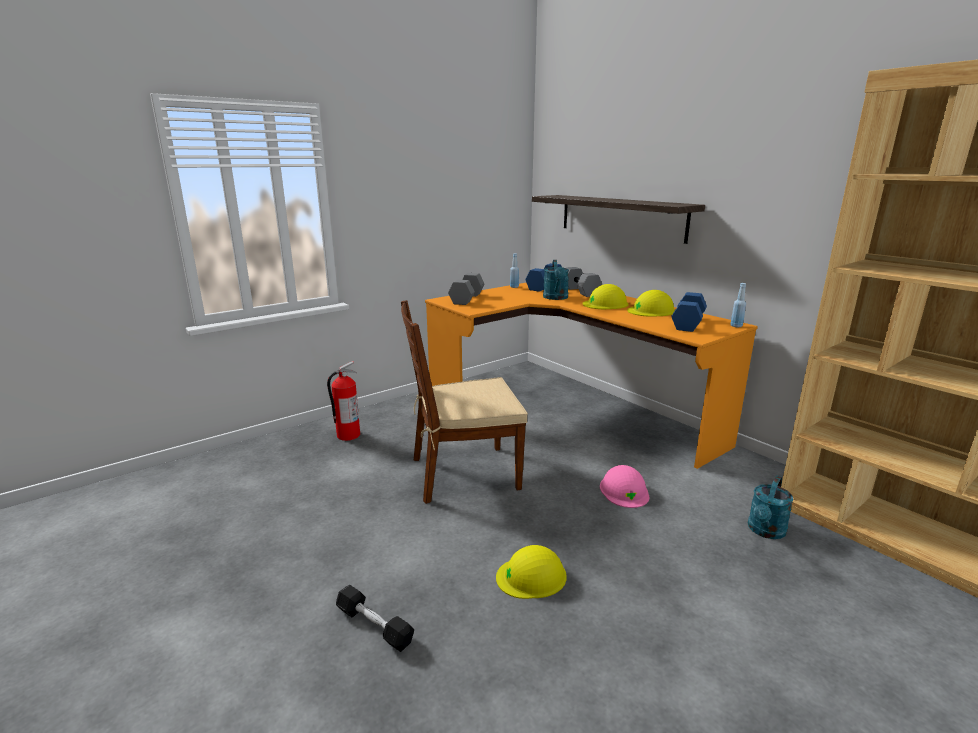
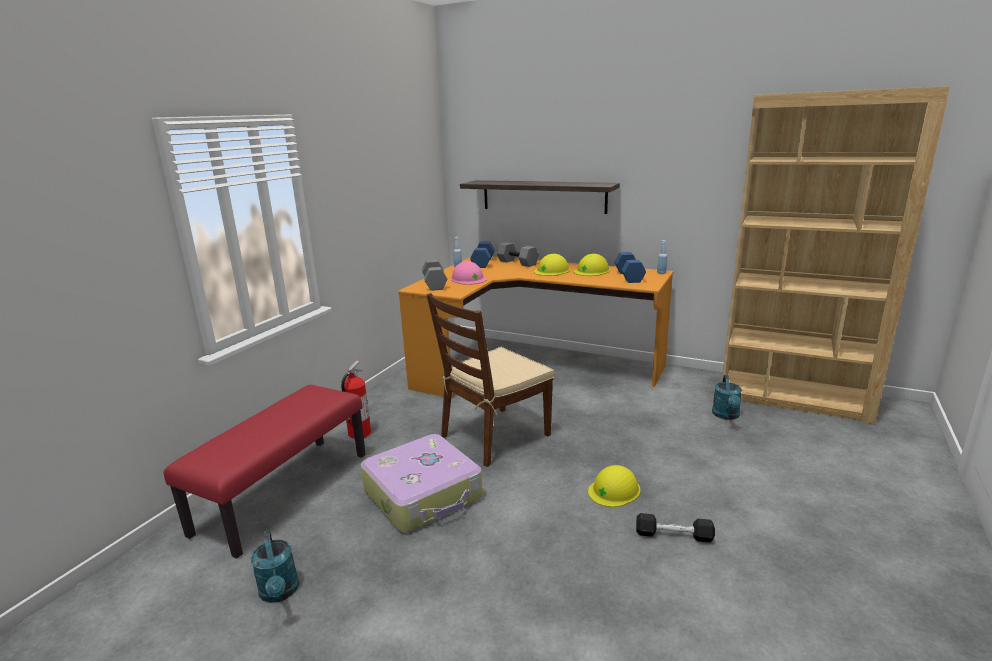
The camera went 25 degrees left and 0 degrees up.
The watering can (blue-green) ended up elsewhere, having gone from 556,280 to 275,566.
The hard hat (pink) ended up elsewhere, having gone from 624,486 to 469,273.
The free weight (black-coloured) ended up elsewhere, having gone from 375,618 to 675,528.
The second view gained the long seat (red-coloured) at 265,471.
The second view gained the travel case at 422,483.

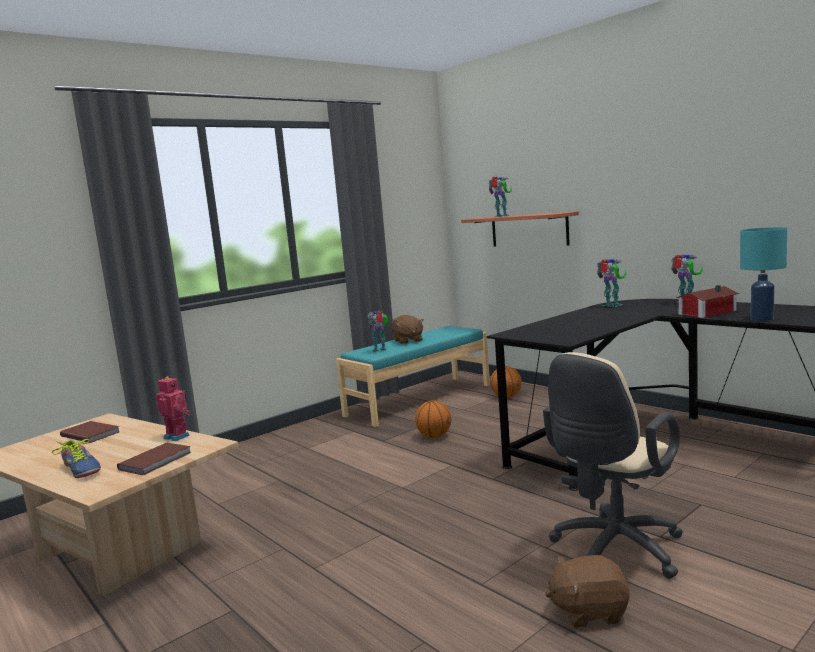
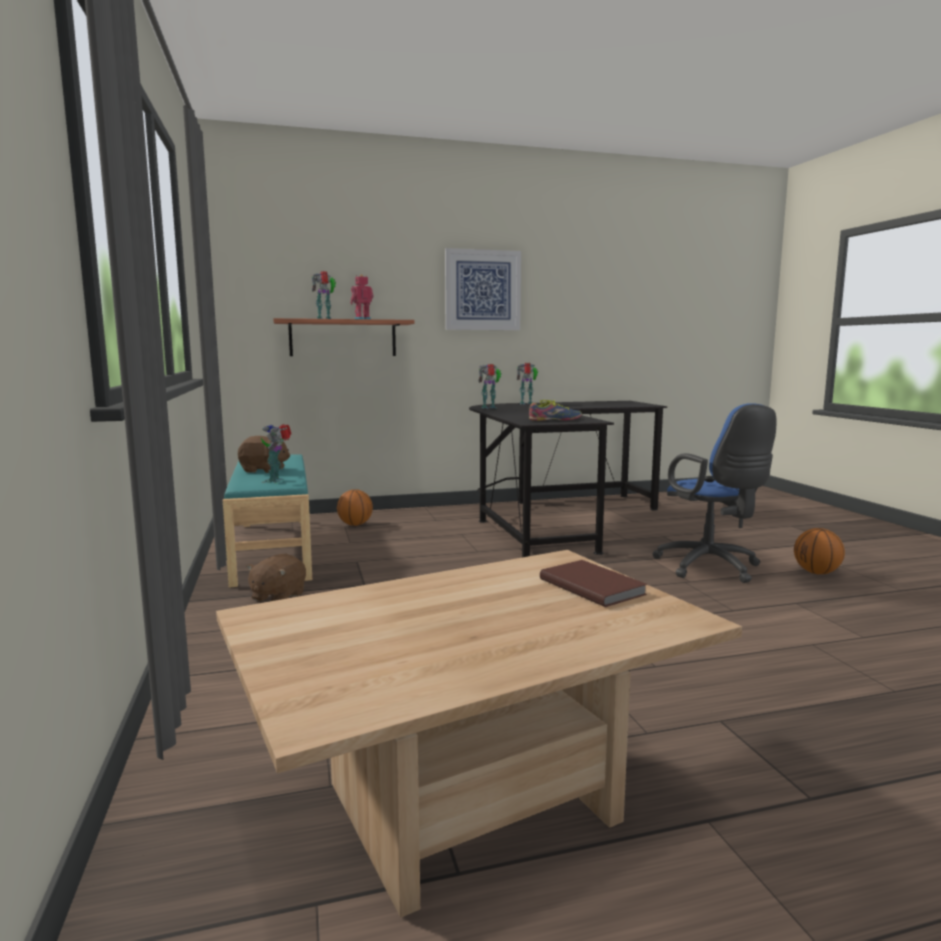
The camera went 65 degrees left and 0 degrees up.
The second view lost the lamp for a table (blue-green) at 763,274.
The second view lost the toy house at 708,301.
What was the office chair (sand-coloured) at 613,465 turned into the office chair (blue-coloured) at 714,493.
The robot figure ended up elsewhere, having gone from 173,408 to 362,296.
The ball for basketball ended up elsewhere, having gone from 433,419 to 819,551.
The second view lost the book (brownish) at 89,432.
The low shoe ended up elsewhere, having gone from 76,458 to 555,410.
The plush toy (brownish) ended up elsewhere, having gone from 587,591 to 276,578.
The second view gained the wall art at 483,289.

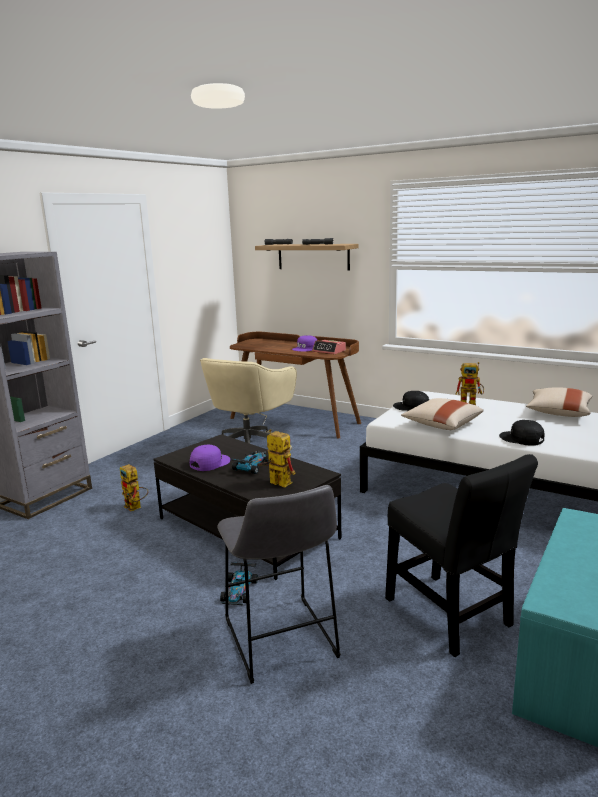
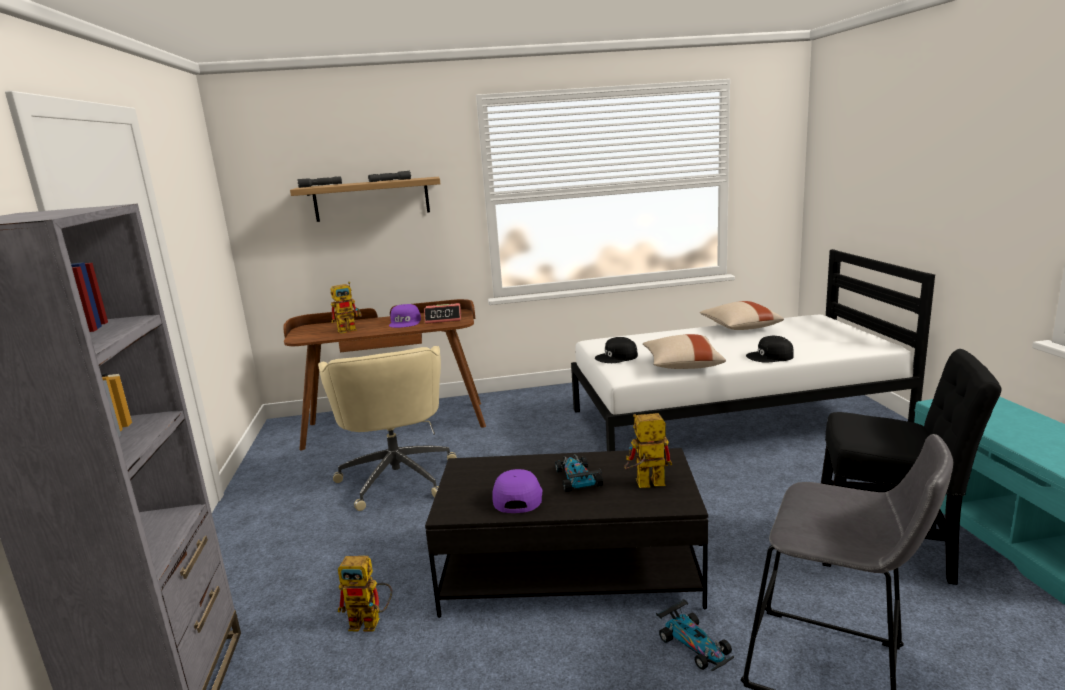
The camera went 40 degrees left and 0 degrees up.
The robot figure ended up elsewhere, having gone from 470,383 to 346,308.

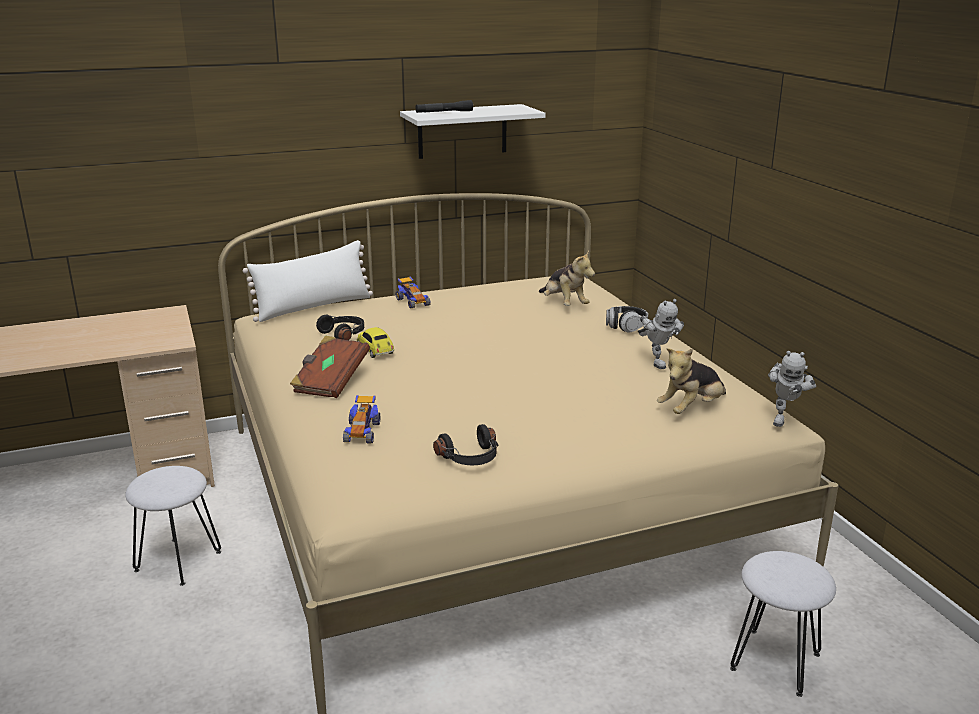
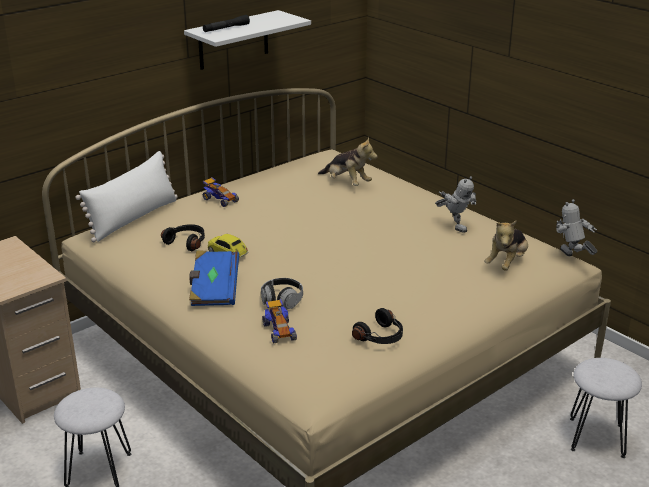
The camera went 20 degrees left and 5 degrees up.
The headphones ended up elsewhere, having gone from 627,319 to 282,293.
What was the book (brownish) at 330,367 turned into the book (blue-coloured) at 214,278.
The robot figure at 792,389 ended up facing another way, 150 degrees clockwise from before.

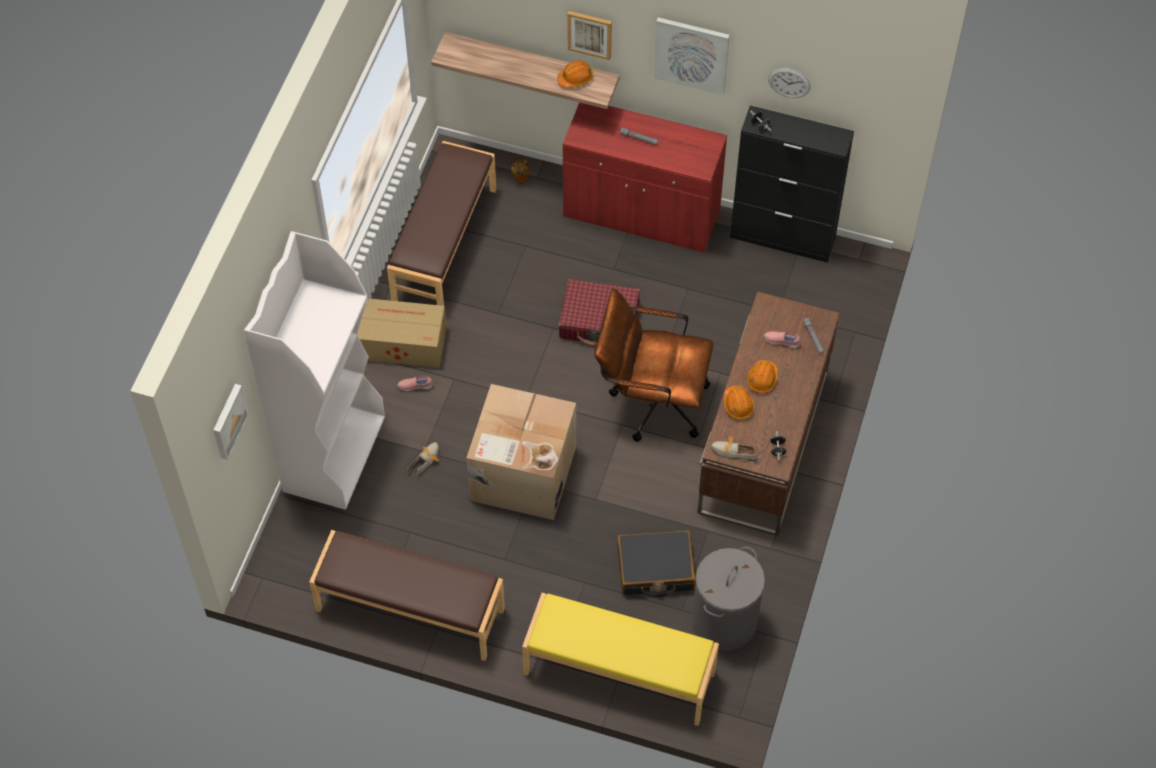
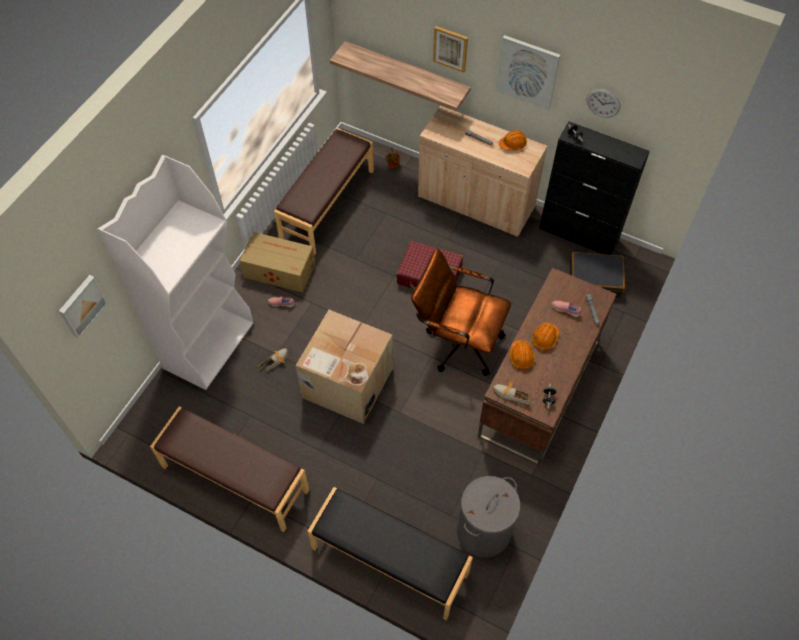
The camera went 10 degrees right and 0 degrees up.
The hard hat (orange-coloured) ended up elsewhere, having gone from 575,74 to 513,140.
What was the cabinet (red-coloured) at 645,177 turned into the cabinet (sand-coloured) at 482,171.
The travel case (black-coloured) ended up elsewhere, having gone from 656,563 to 597,275.
What was the long seat (yellowish) at 620,659 turned into the long seat (black-coloured) at 390,553.

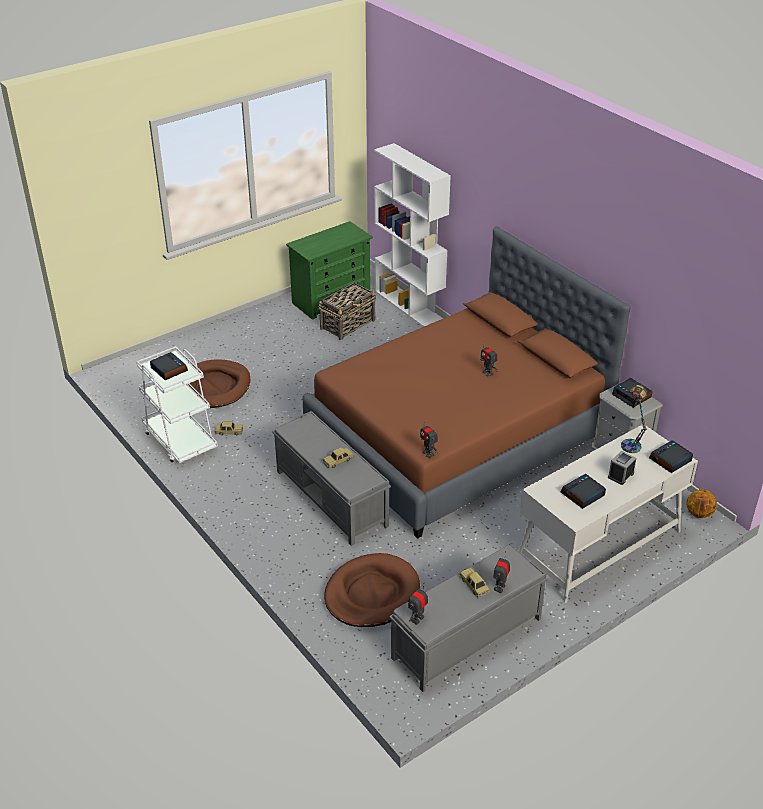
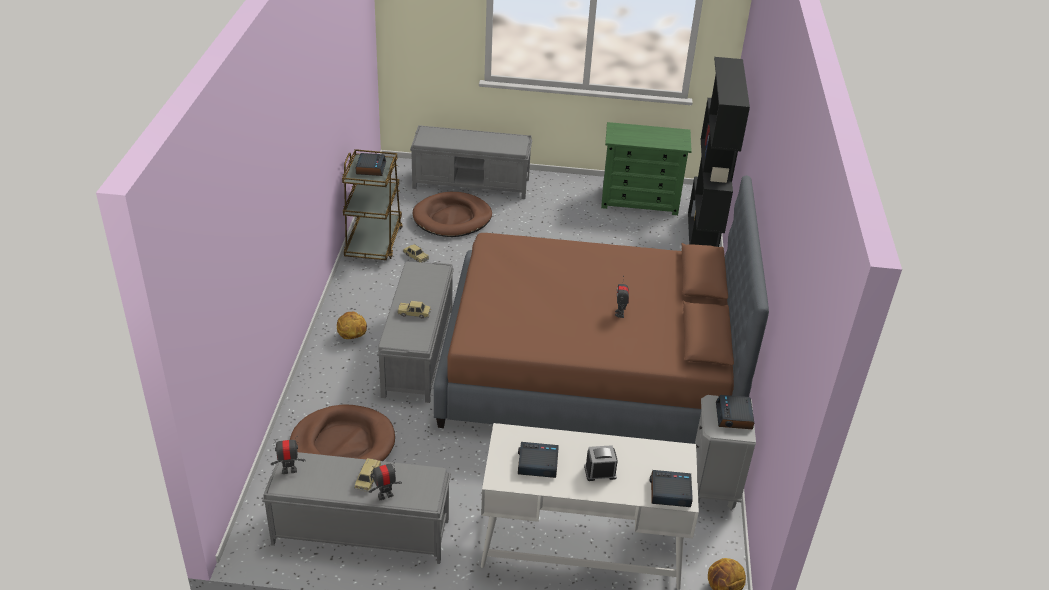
The camera went 40 degrees right and 0 degrees up.
What was the bookcase (white) at 412,235 turned into the bookcase (black-coloured) at 719,152.
The second view lost the household basket at 347,311.
What was the wheeled cart (white) at 177,404 turned into the wheeled cart (brownish) at 372,204.
The second view lost the lamp for a table at 634,419.
The second view lost the robot figure at 429,438.
The second view gained the long seat (greyish) at 471,162.
The second view gained the ball for basketball at 352,325.

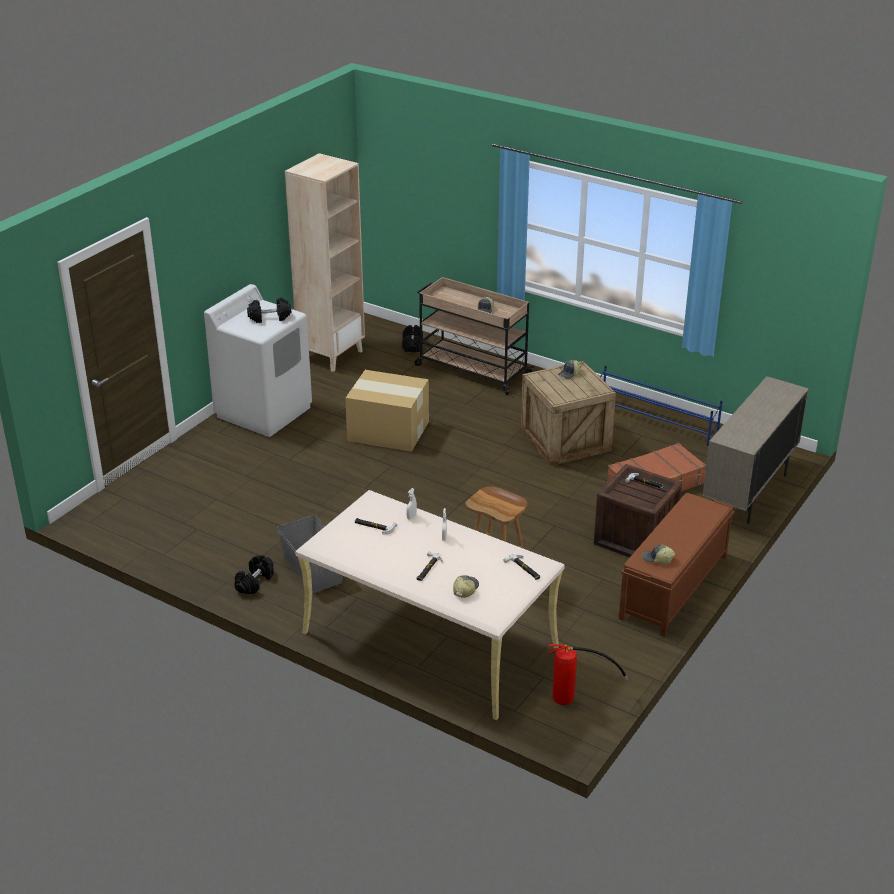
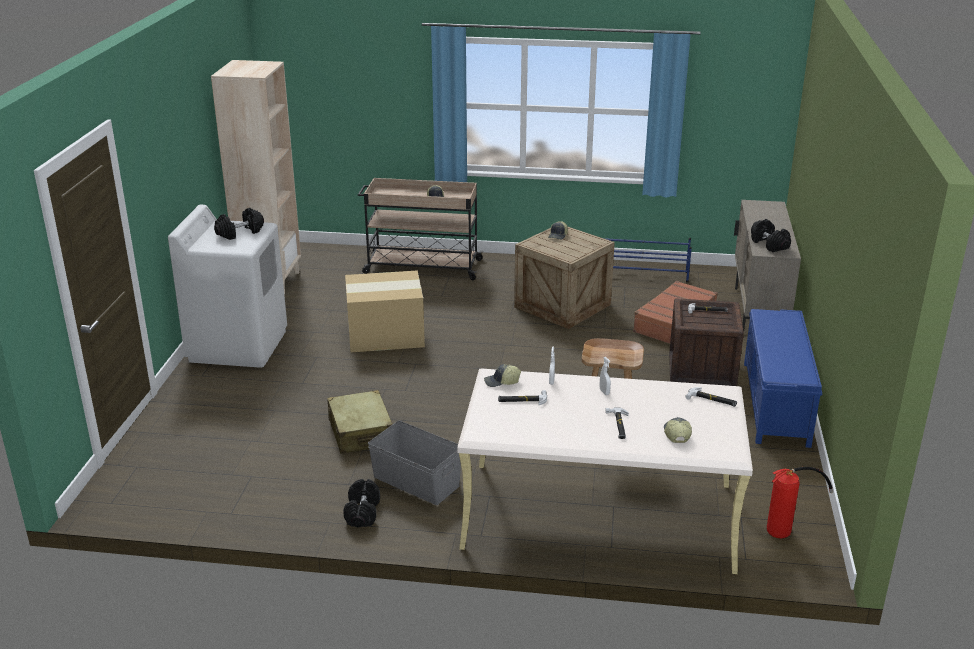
The camera went 25 degrees left and 5 degrees down.
The free weight (black-coloured) ended up elsewhere, having gone from 412,338 to 771,235.
What was the long seat (brownish) at 676,565 turned into the long seat (blue-coloured) at 783,378.
The peaked cap ended up elsewhere, having gone from 658,554 to 502,375.
The second view gained the travel case (sand-coloured) at 360,422.

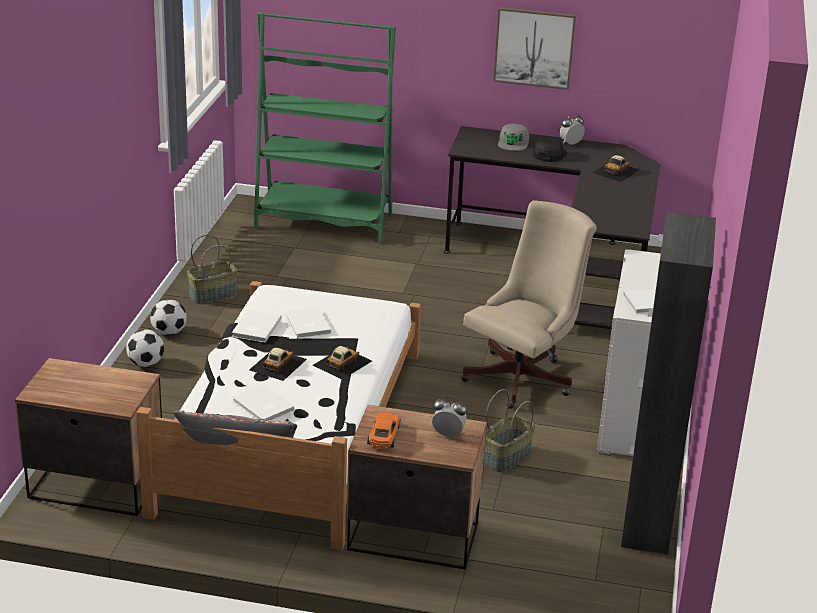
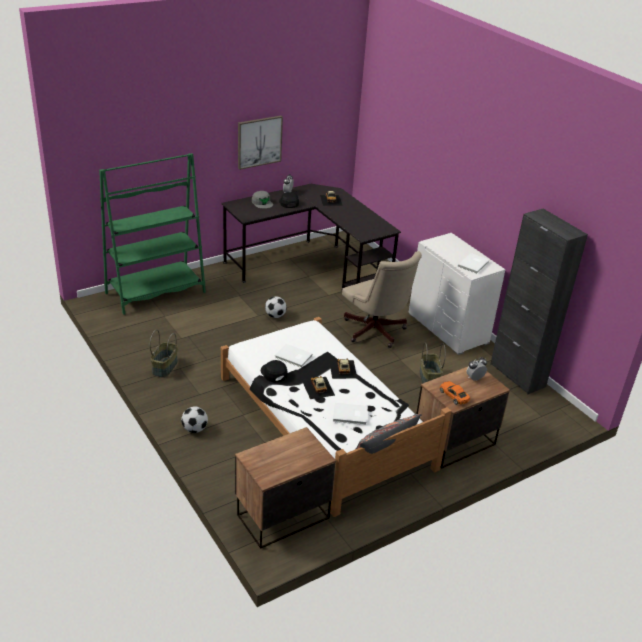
The camera went 45 degrees left and 5 degrees up.
The office chair (sand-coloured) at 529,304 ended up facing another way, 150 degrees clockwise from before.
The ball for football ended up elsewhere, having gone from 168,317 to 276,307.
Where the book (white) stood at 257,325, the peaked cap (black-coloured) came to stand at 274,371.

